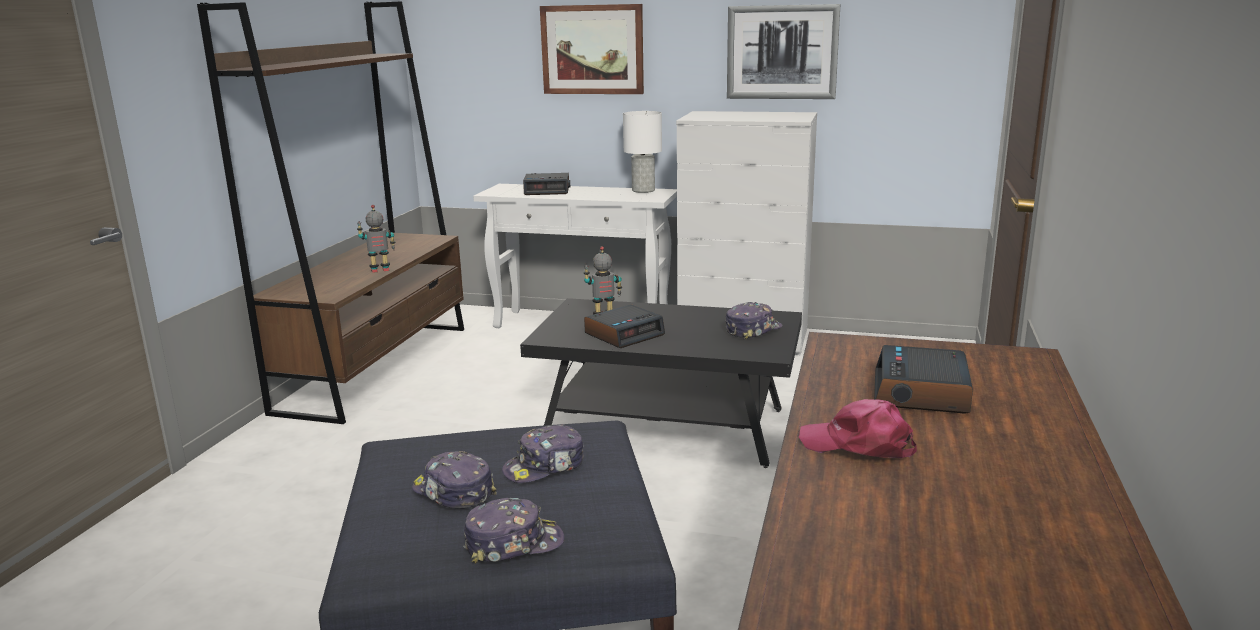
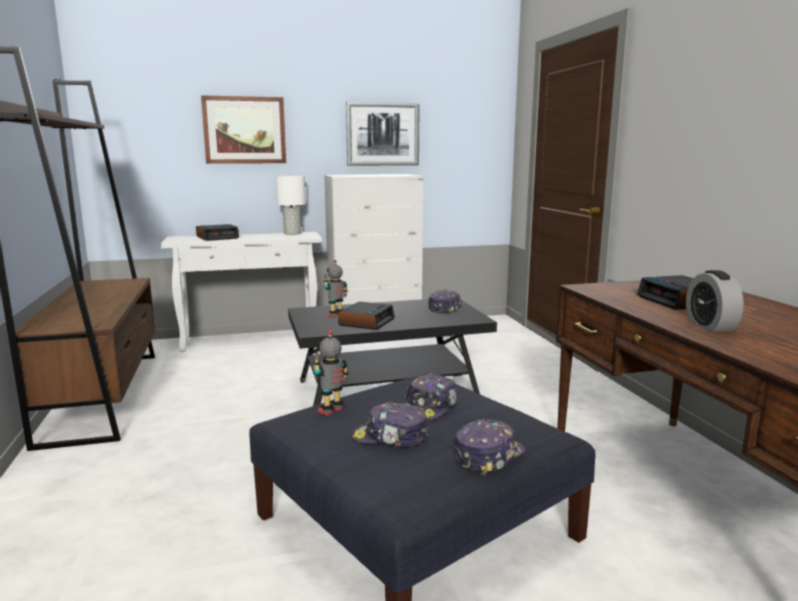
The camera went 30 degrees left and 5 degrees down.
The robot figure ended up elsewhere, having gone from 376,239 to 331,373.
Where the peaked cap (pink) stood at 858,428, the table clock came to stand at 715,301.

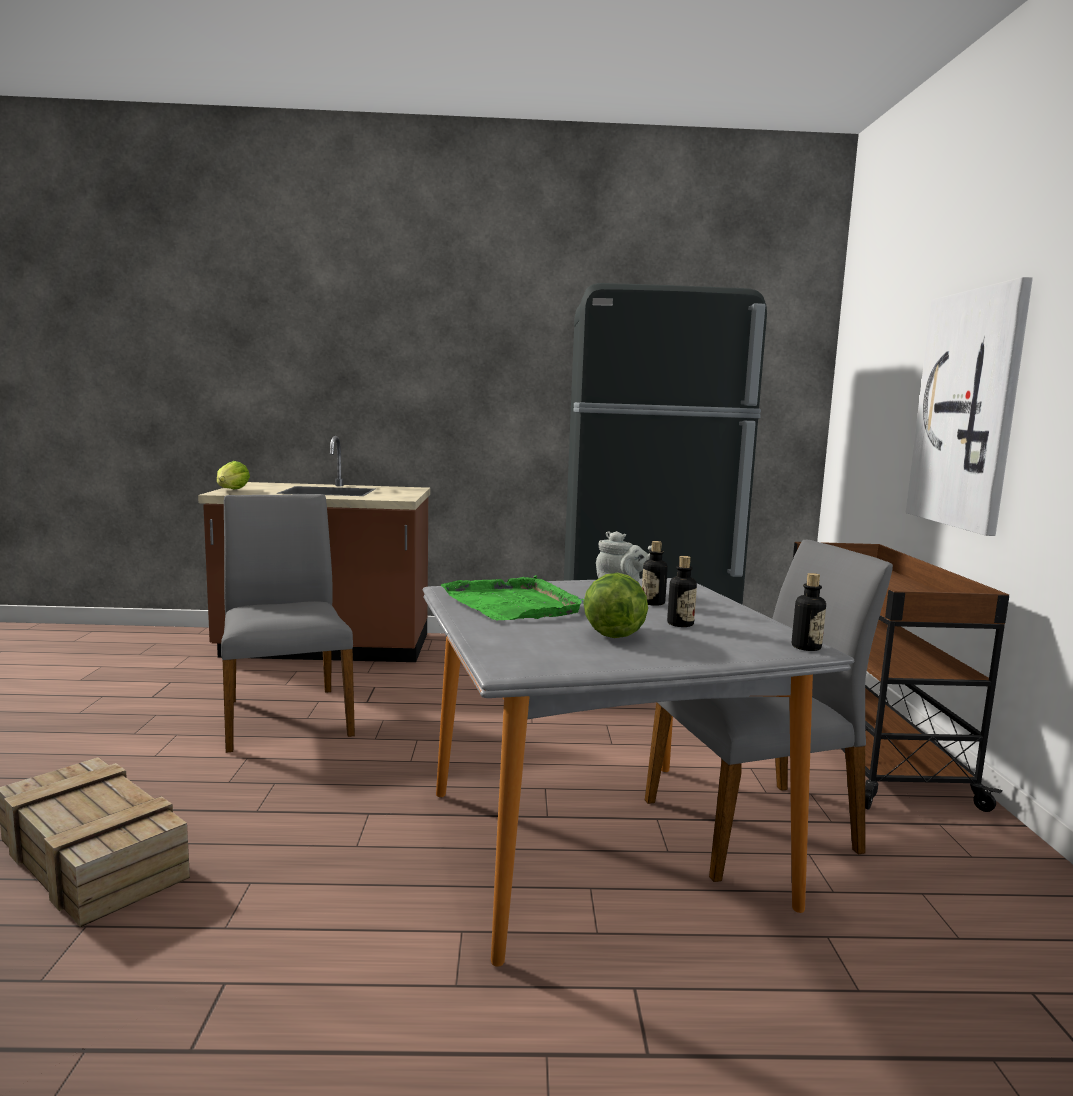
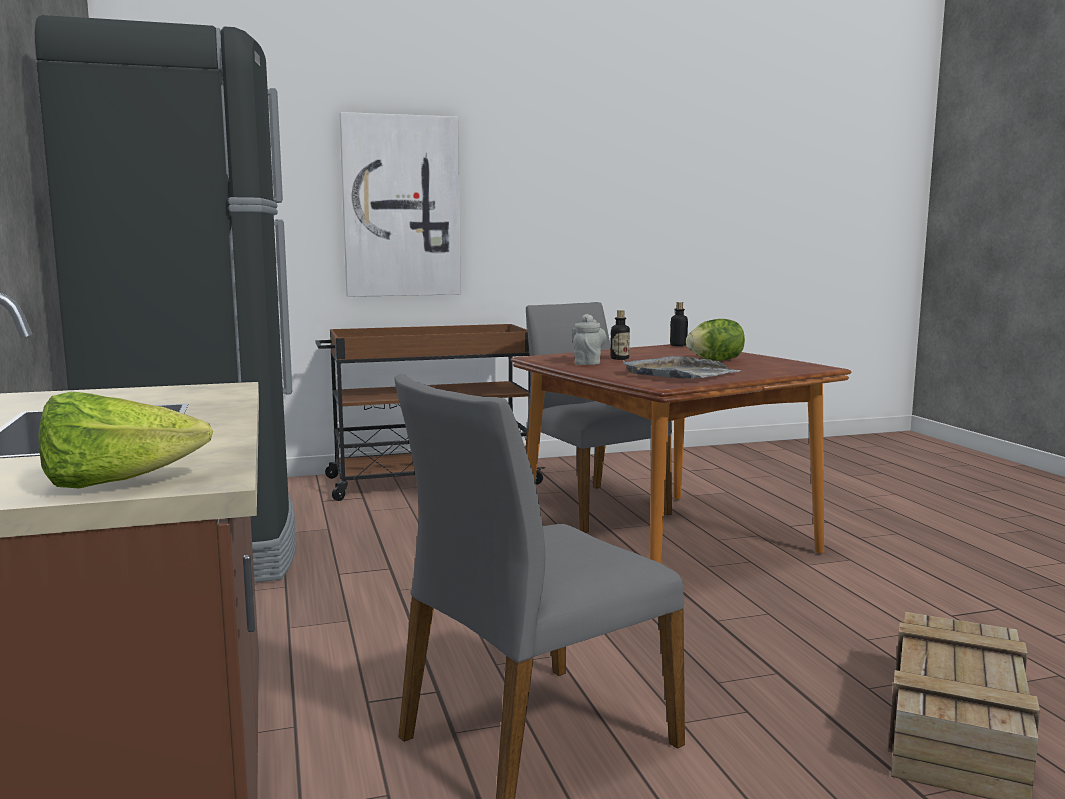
The camera went 105 degrees left and 0 degrees up.
The second view lost the beverage bottle at 682,591.
What was the serving tray (greenish) at 512,597 turned into the serving tray (greyish) at 682,367.
What was the dinner table (greyish) at 638,772 turned into the dinner table (brownish) at 681,453.

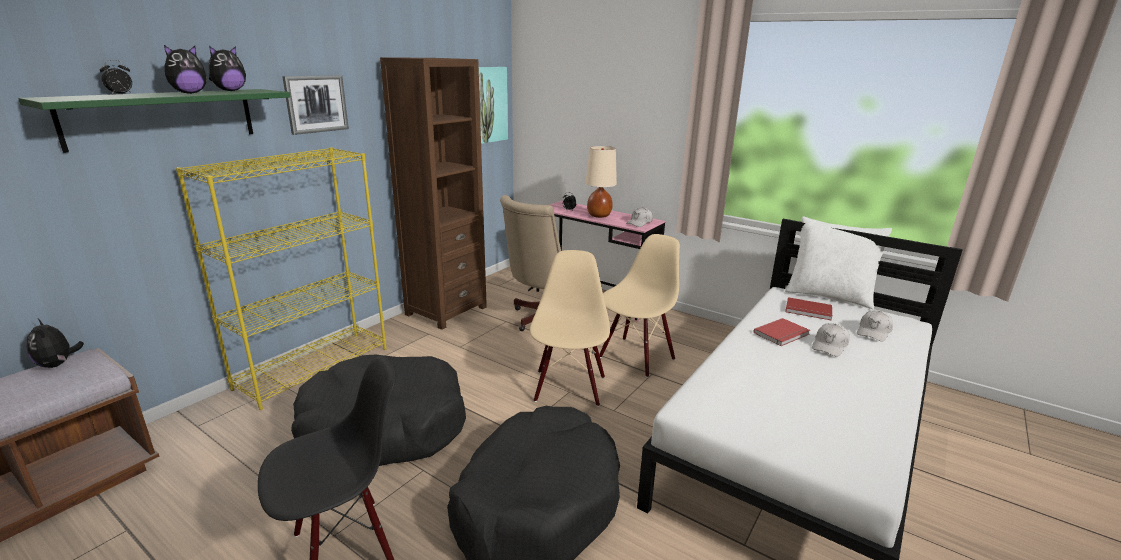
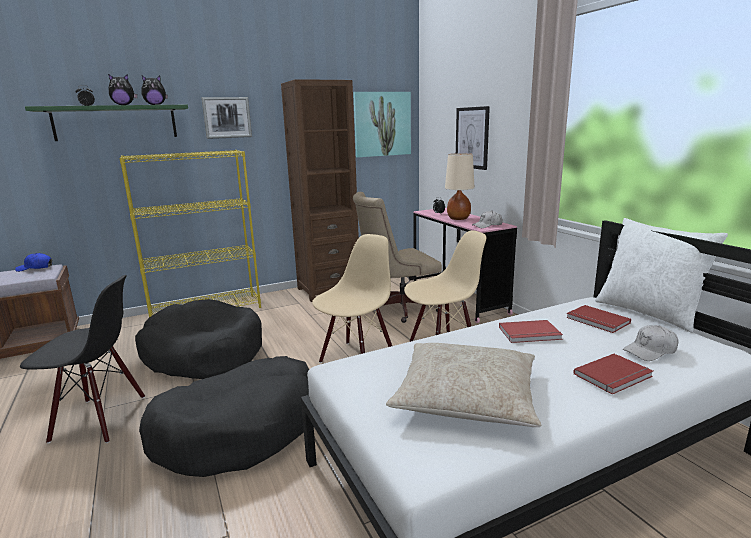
The camera went 30 degrees right and 5 degrees down.
Where the plush toy stood at 55,343, the peaked cap (blue-coloured) came to stand at 33,262.
The second view lost the peaked cap (white) at 830,340.
The second view gained the wall art at 473,138.
The second view gained the cushion (sand-coloured) at 463,385.
The second view gained the book (red-coloured) at 613,374.

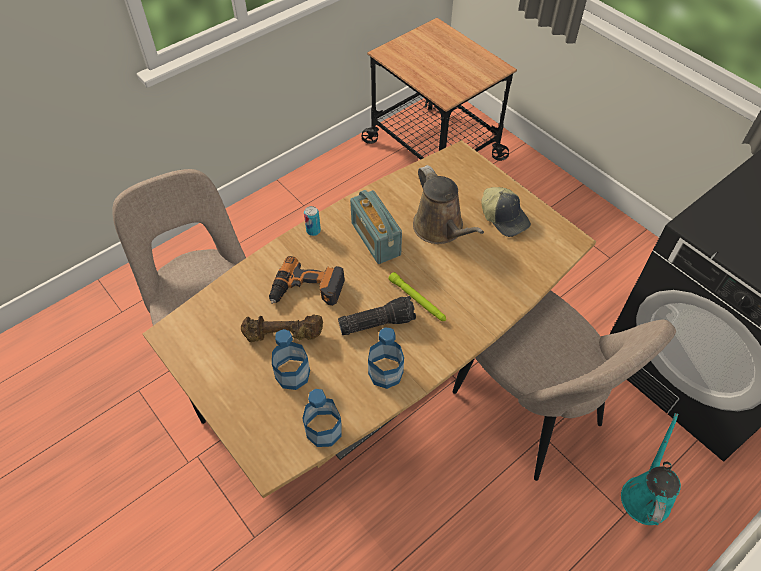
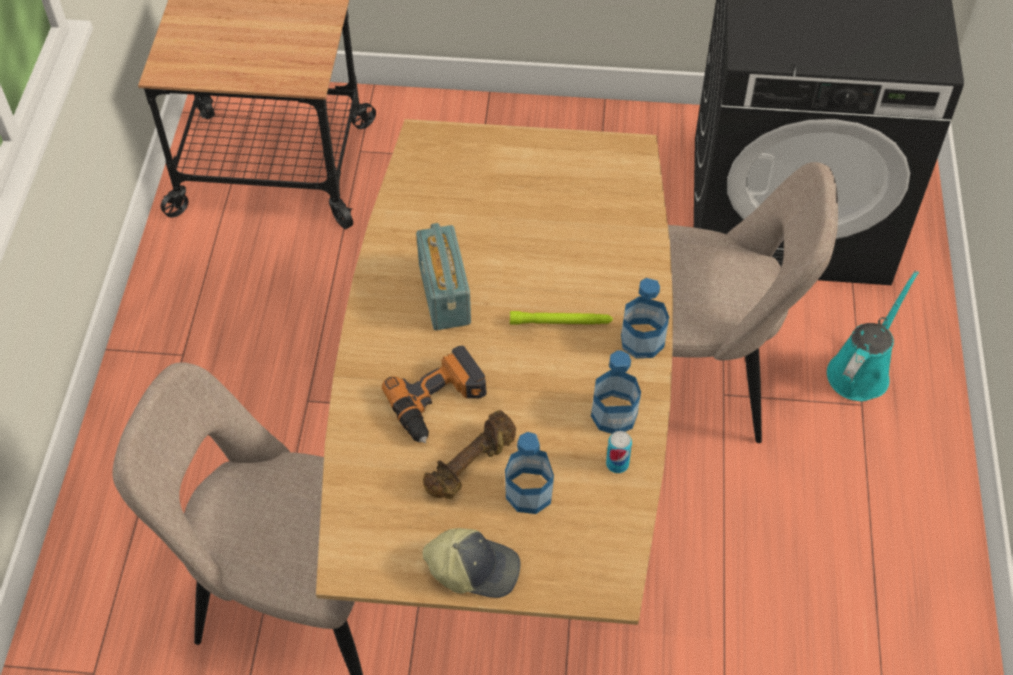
The camera went 45 degrees left and 0 degrees up.
The second view lost the watering can (brownish) at 448,204.
The peaked cap ended up elsewhere, having gone from 506,212 to 472,563.
The radio receiver at 376,227 ended up facing another way, 60 degrees clockwise from before.
The metal can ended up elsewhere, having gone from 312,221 to 619,452.
The second view lost the torch at 377,315.
The beverage bottle ended up elsewhere, having gone from 322,418 to 645,318.
The watering can (blue-green) at 651,469 ended up facing another way, 60 degrees clockwise from before.

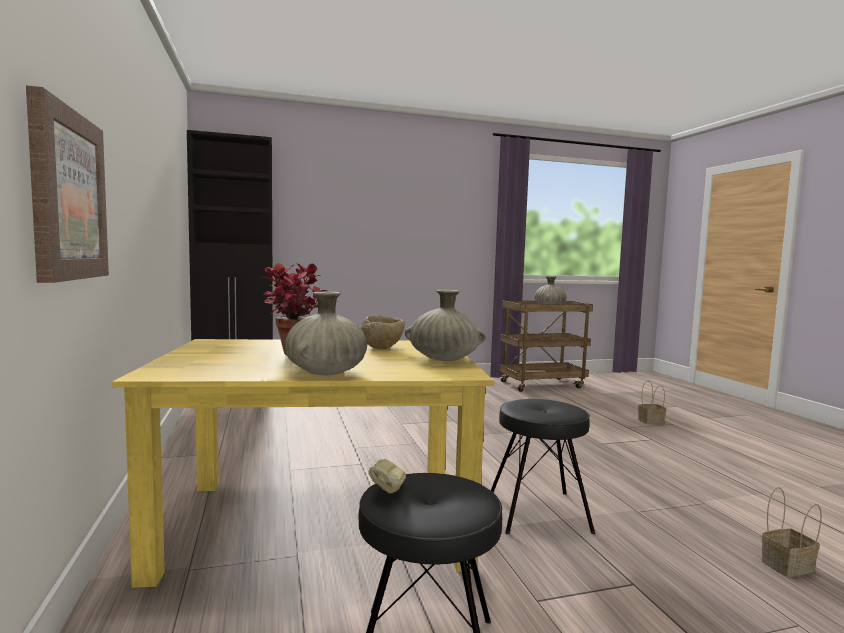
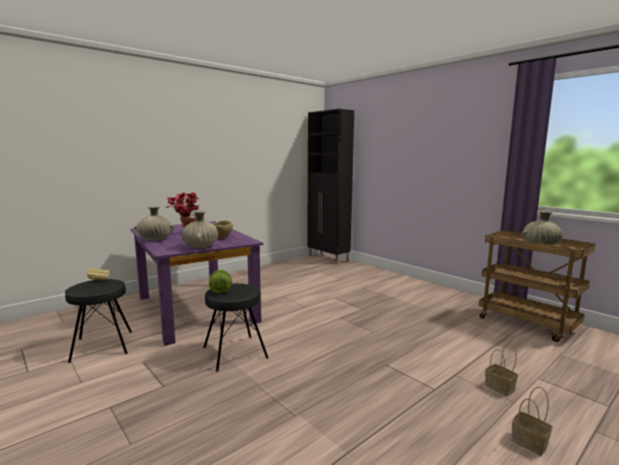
The camera went 65 degrees right and 5 degrees up.
The second view lost the wall art at 67,184.
What was the dinner table (yellowish) at 303,463 turned into the dinner table (purplish) at 197,283.
The household basket ended up elsewhere, having gone from 791,532 to 531,421.
The second view gained the head of lettuce at 220,282.

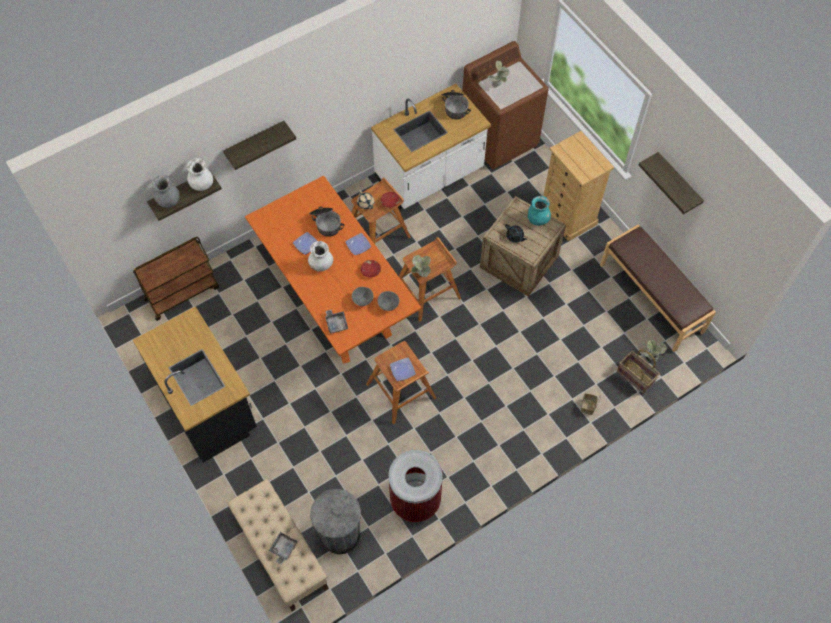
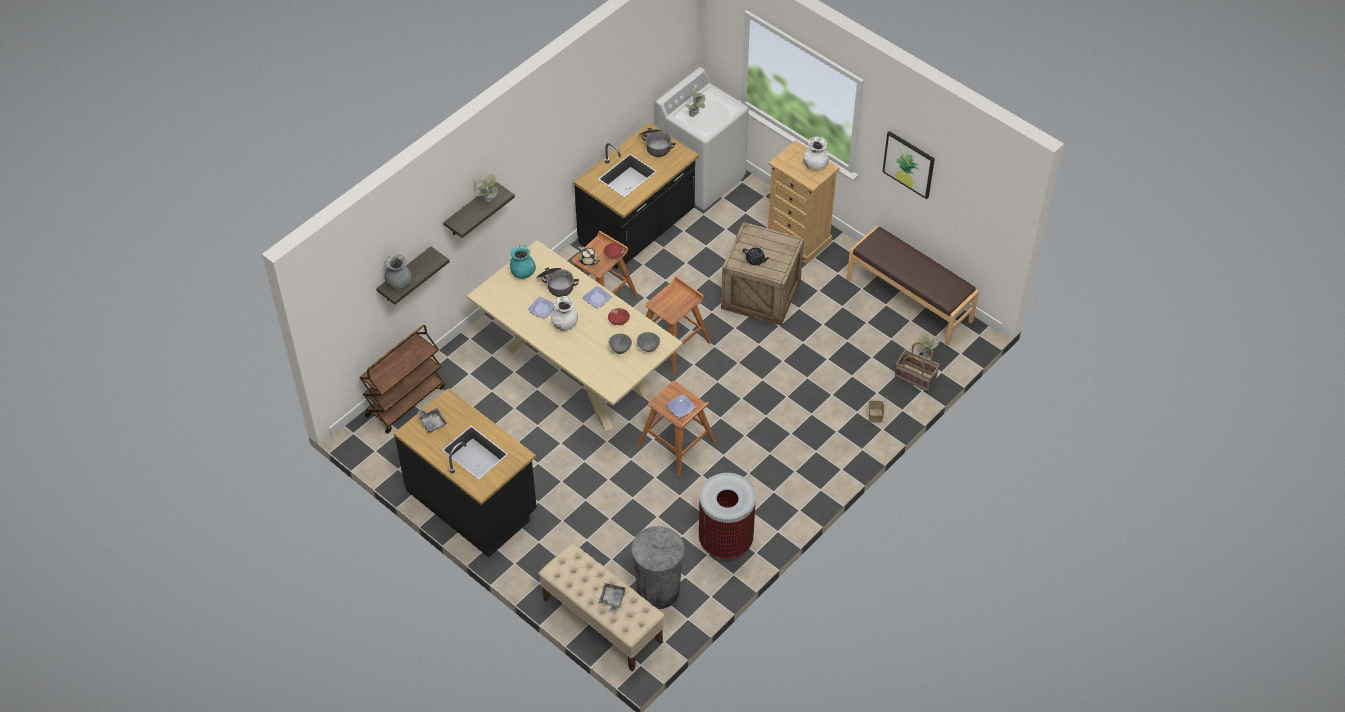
The camera went 15 degrees left and 10 degrees down.
What was the laundry machine (brownish) at 505,105 turned into the laundry machine (white) at 702,138.
What was the counter (white) at 431,146 turned into the counter (black-coloured) at 636,196.
Where the bracket shelf hung at 671,183, the wall art came to hang at 908,165.
The flower vase (white) ended up elsewhere, having gone from 200,174 to 816,153.
What was the dinner table (orange-coloured) at 333,269 turned into the dinner table (sand-coloured) at 575,335.
The flower vase (blue-green) ended up elsewhere, having gone from 539,211 to 523,262.
The plant in a pot ended up elsewhere, having gone from 421,266 to 486,188.
The serving tray (greyish) ended up elsewhere, having gone from 336,321 to 432,420.

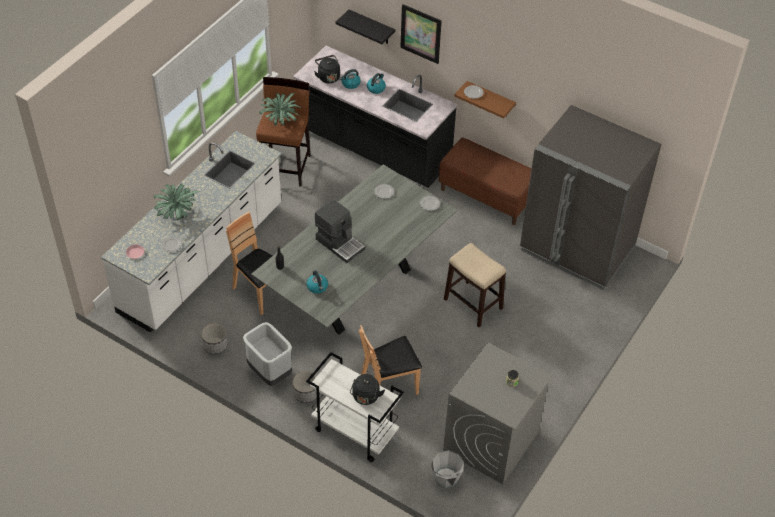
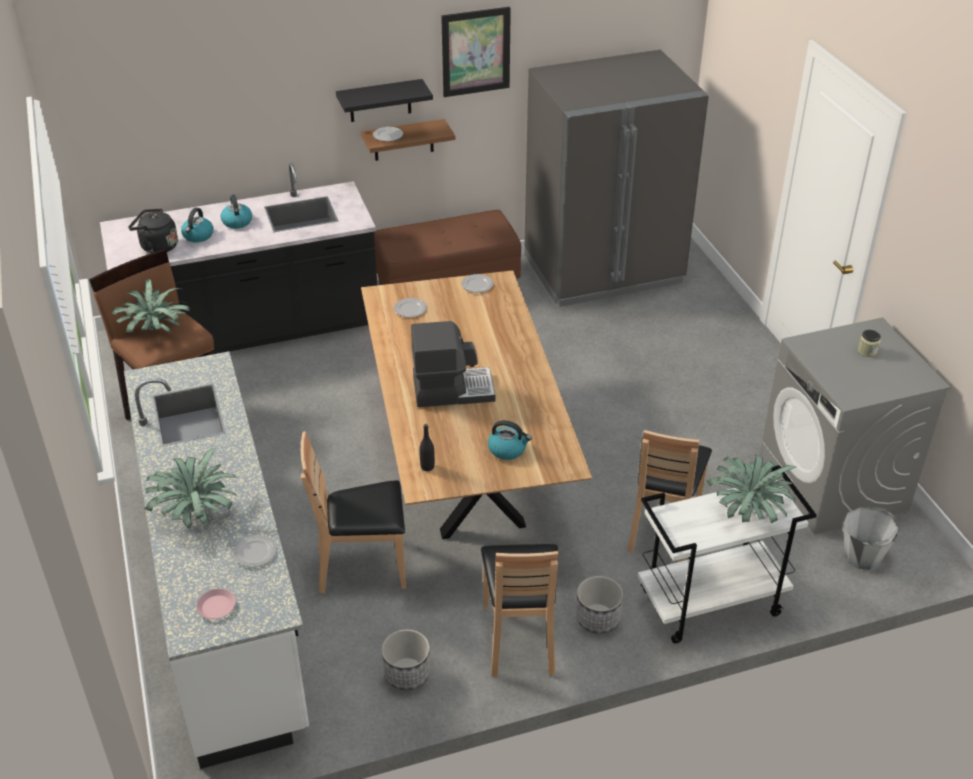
The camera went 50 degrees left and 10 degrees down.
The wall art ended up elsewhere, having gone from 421,34 to 476,52.
The bracket shelf (black-coloured) ended up elsewhere, having gone from 365,27 to 384,100.
What was the dinner table (greyish) at 354,249 turned into the dinner table (brownish) at 476,404.
The second view lost the stool seat at 475,285.
Where the waste bin (greyish) stood at 267,354, the upright chair (brownish) came to stand at 519,610.
Where the kettle (black-coloured) stood at 367,389, the plant in a pot came to stand at 751,488.

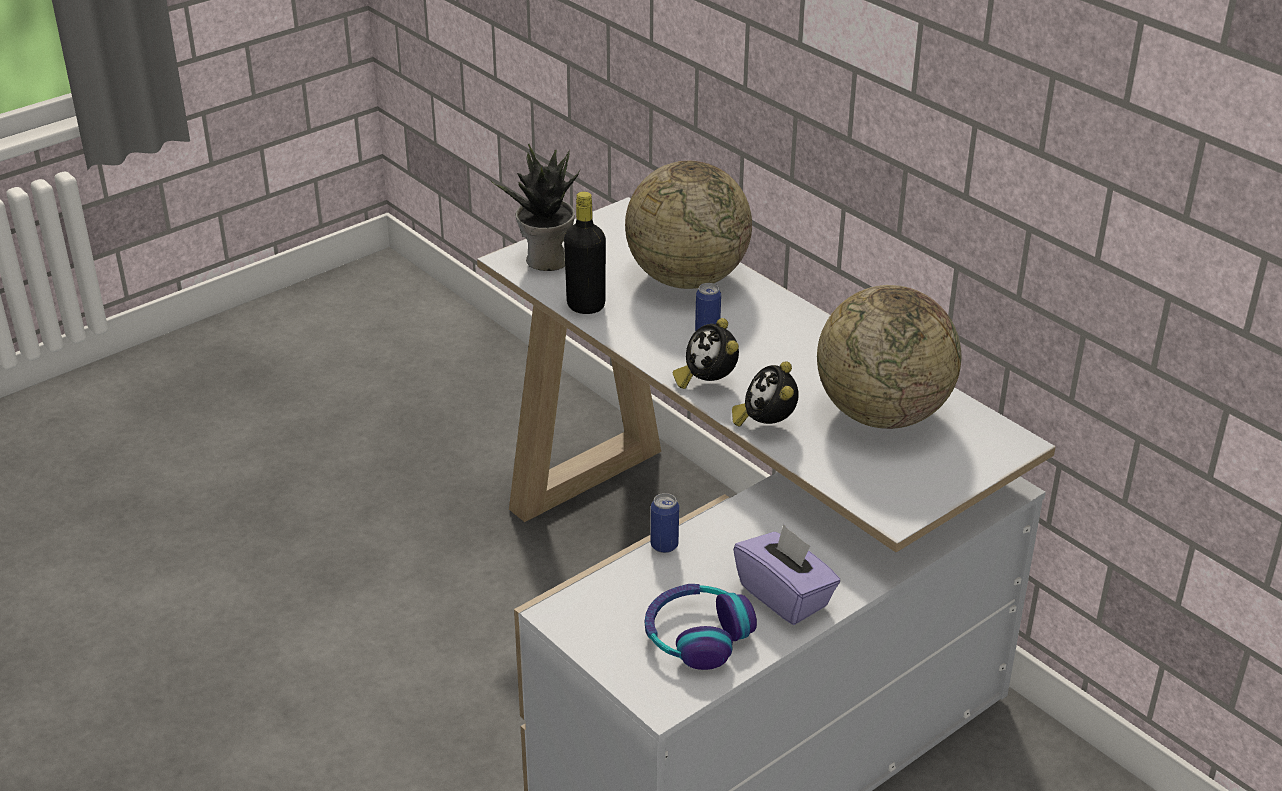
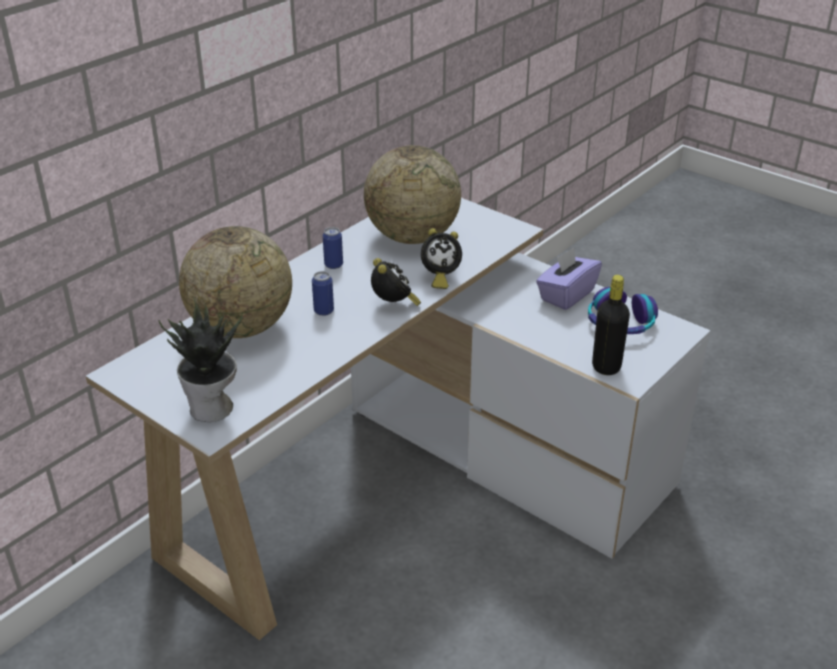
The camera went 100 degrees left and 0 degrees up.
The beverage bottle (black-coloured) ended up elsewhere, having gone from 585,253 to 611,325.
The table clock at 706,353 ended up facing another way, 75 degrees counterclockwise from before.
The metal can ended up elsewhere, having gone from 665,523 to 333,248.

